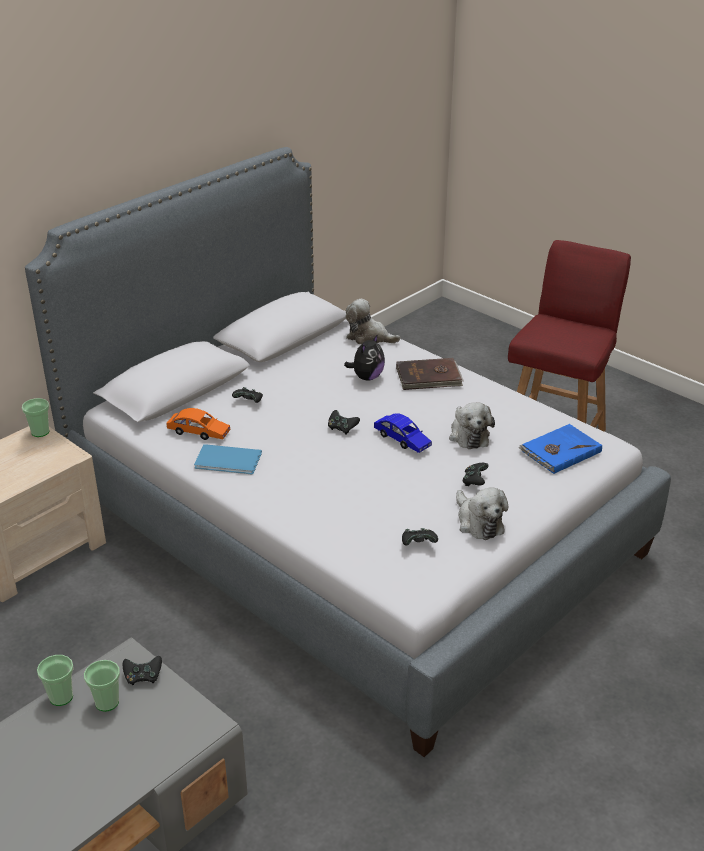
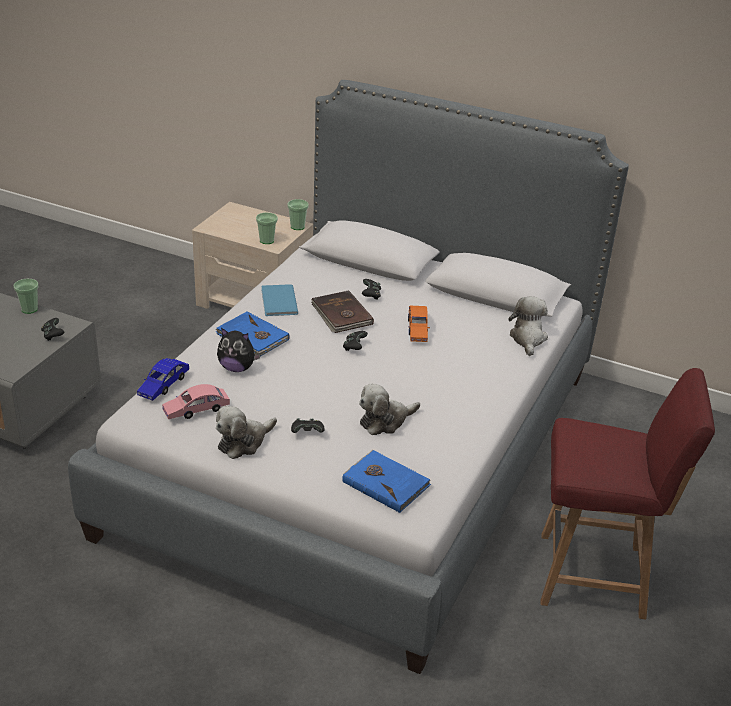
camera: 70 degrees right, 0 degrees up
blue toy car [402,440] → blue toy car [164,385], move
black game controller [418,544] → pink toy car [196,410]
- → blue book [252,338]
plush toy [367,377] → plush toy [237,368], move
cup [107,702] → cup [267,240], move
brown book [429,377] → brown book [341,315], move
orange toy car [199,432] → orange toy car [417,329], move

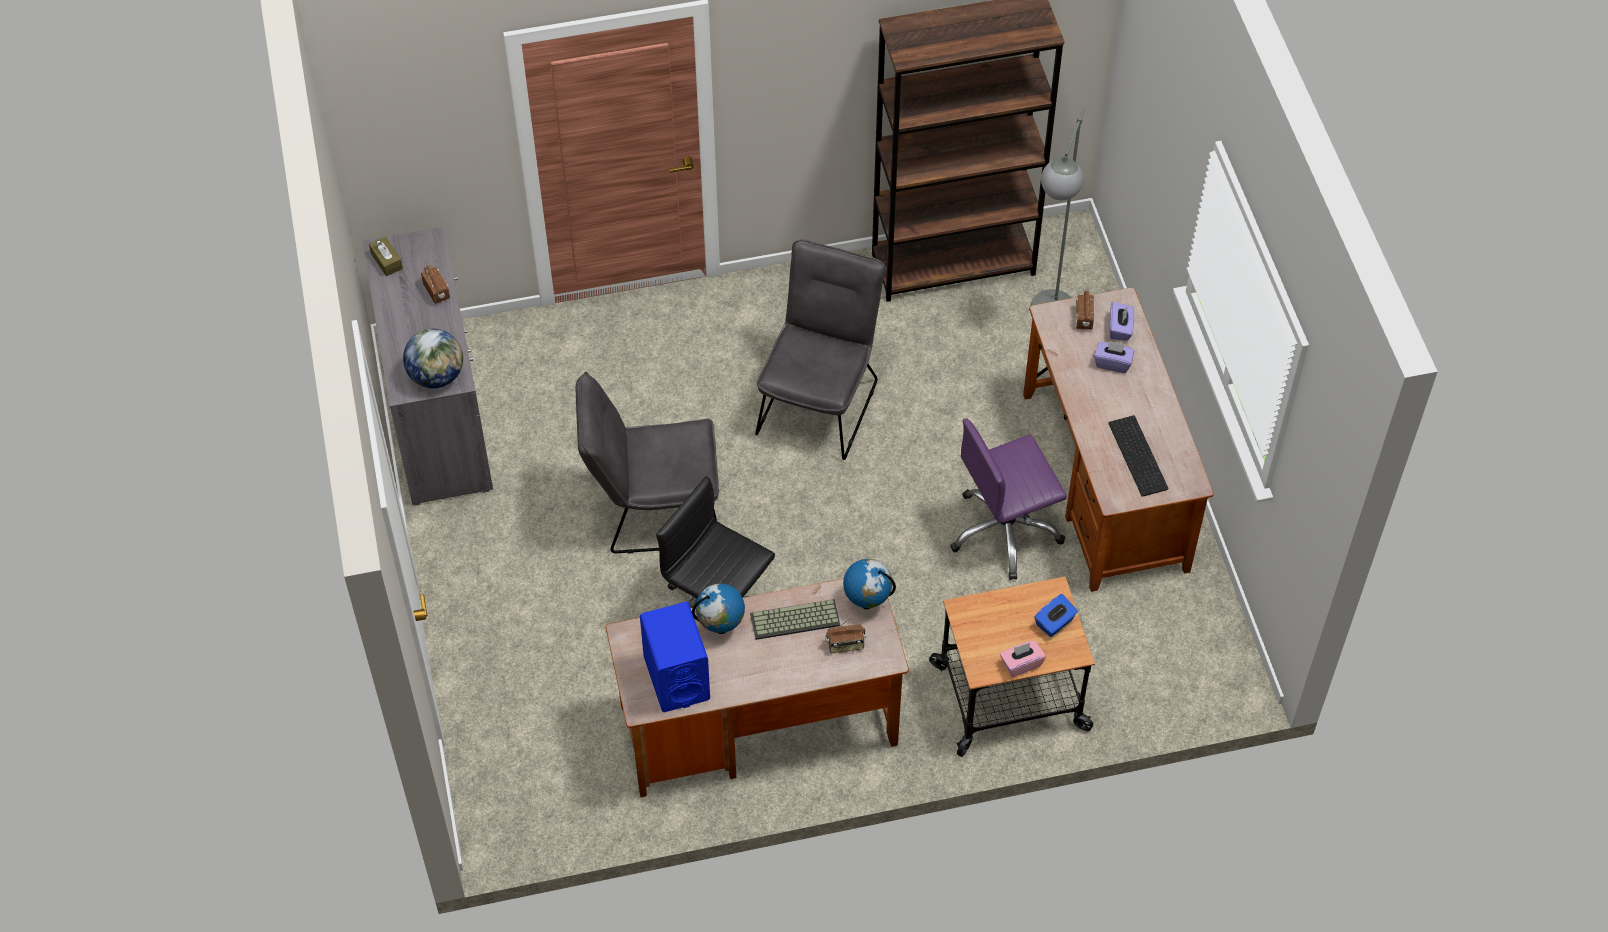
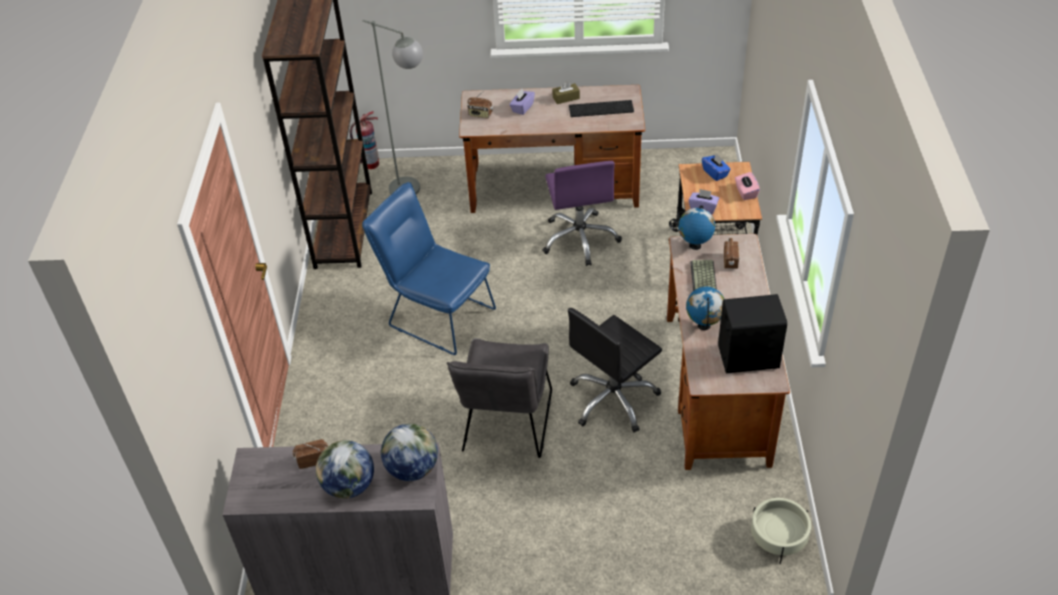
camera: 75 degrees left, 10 degrees down
- → globe [349,486]
- → fire extinguisher [370,164]
grey chair [820,400] → blue chair [436,315]
brown tissue box [386,261] → brown tissue box [566,98], move
purple tissue box [1120,329] → purple tissue box [703,208], move
blue speaker [676,678] → black speaker [747,357]
- → beige planter [778,538]

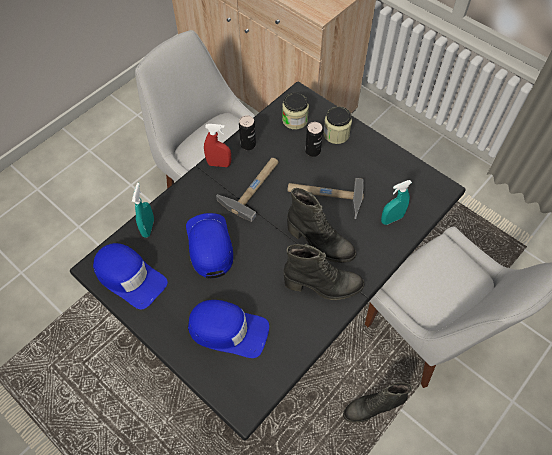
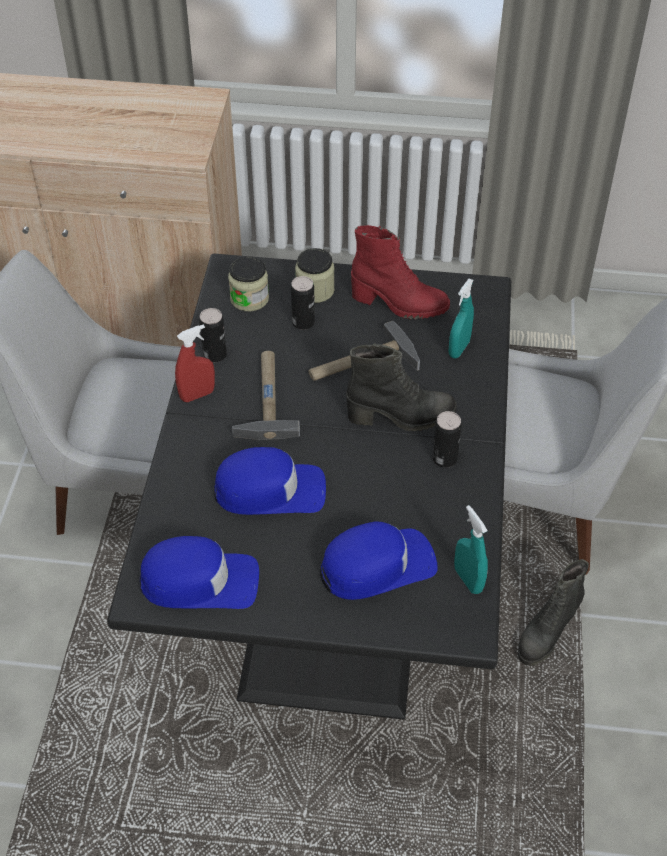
camera: 35 degrees left, 10 degrees down
blue cap [209,245] → blue cap [270,490], 135 degrees clockwise
- → red boot [399,304]
black boot [323,286] → can [444,458]
turquoise spray bottle [148,228] → turquoise spray bottle [468,580], move

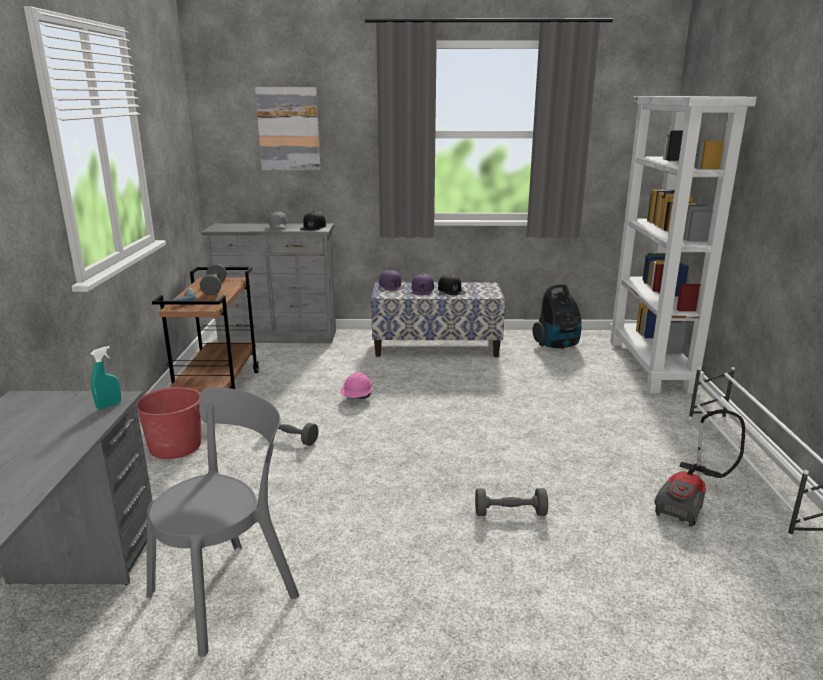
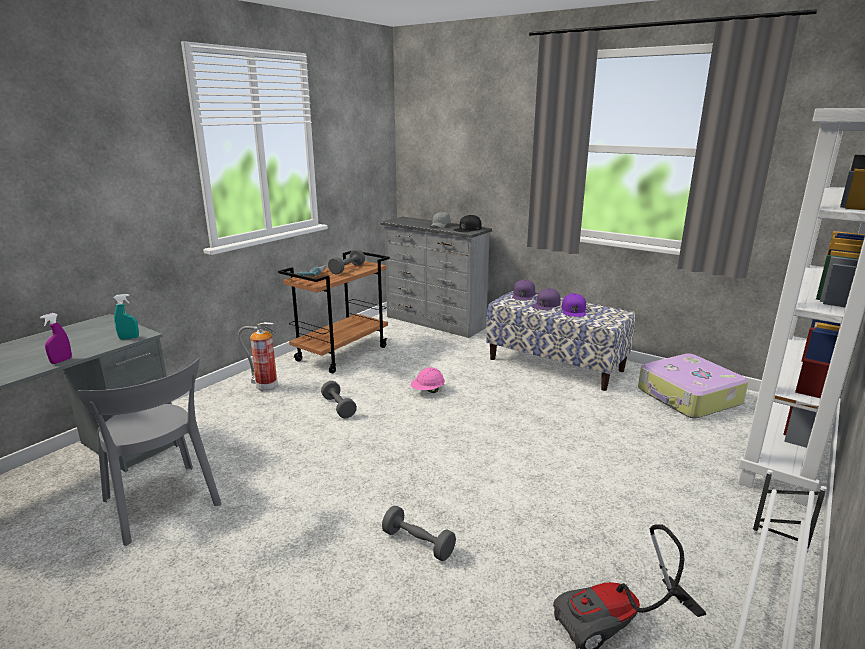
camera: 35 degrees right, 0 degrees up
- → purple spray bottle [61,361]
grey chair [229,591] → grey chair [163,505], 60 degrees clockwise
red bucket [176,446] → fire extinguisher [265,387]
black cap [451,290] → purple cap [573,310]
vacuum cleaner [557,345] → suitcase [688,397]
picture [289,129] → -

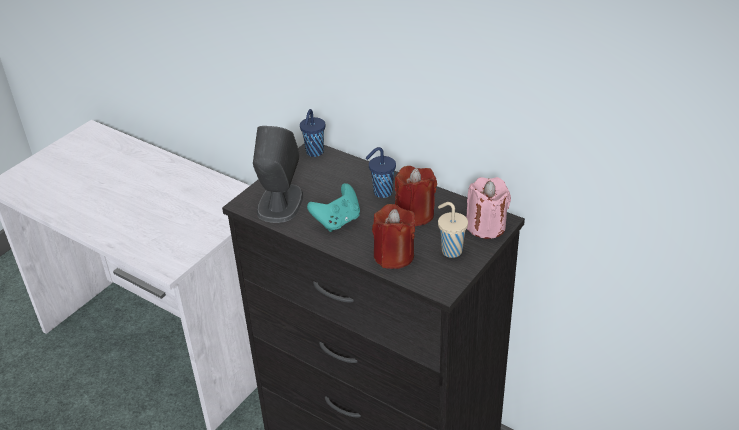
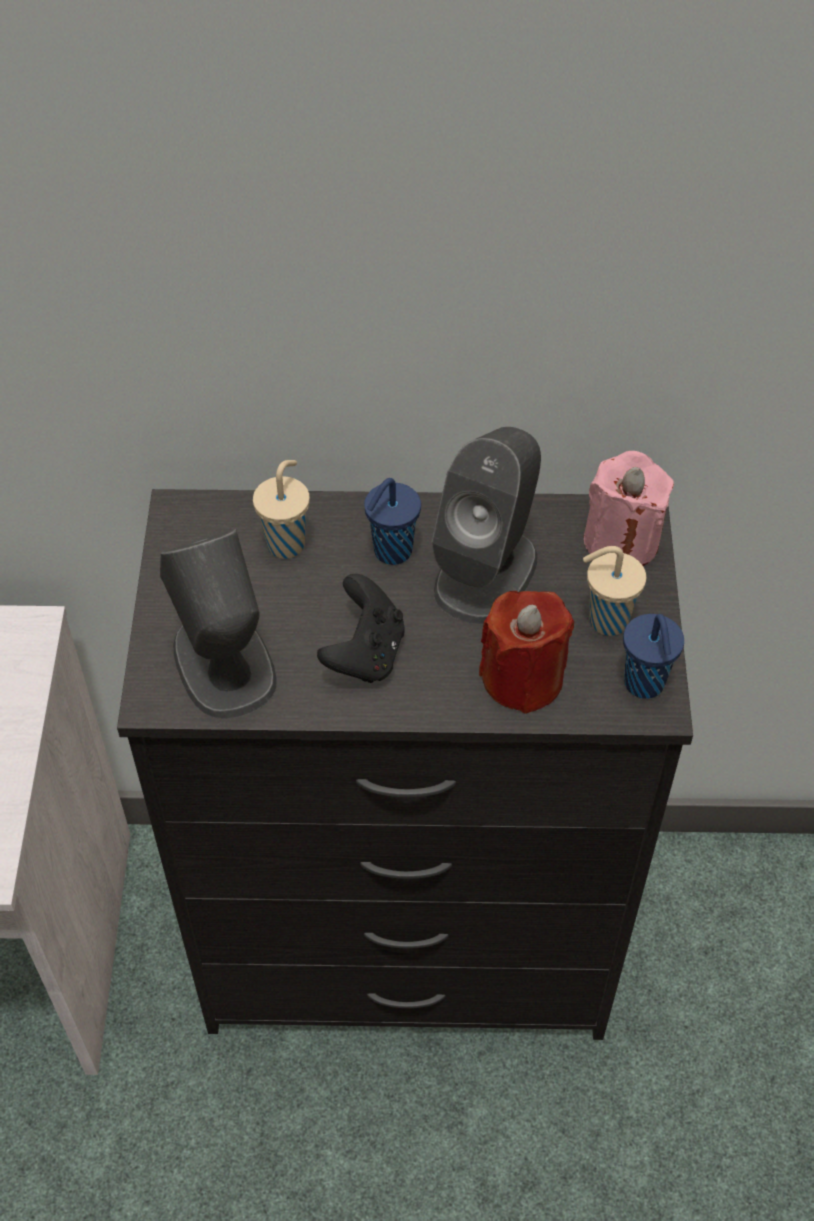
camera: 35 degrees left, 15 degrees up
- → beige cup [287,542]
turquoise game controller [337,221] → black game controller [365,653]
red candle [415,214] → grey speaker [486,572]
blue cup [314,153] → blue cup [645,685], move

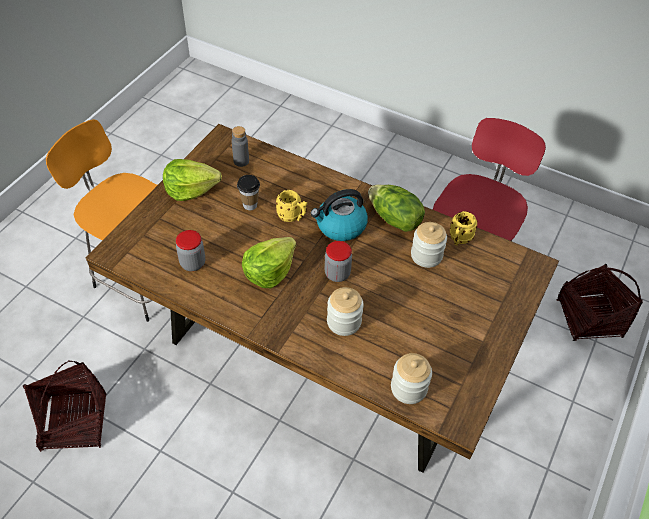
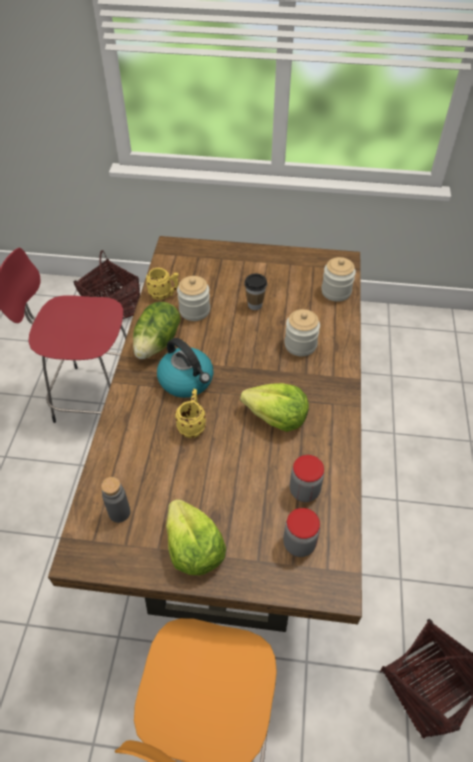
camera: 110 degrees left, 0 degrees up
cup [250,205] → cup [255,305], move
jar [337,274] → jar [299,543], move

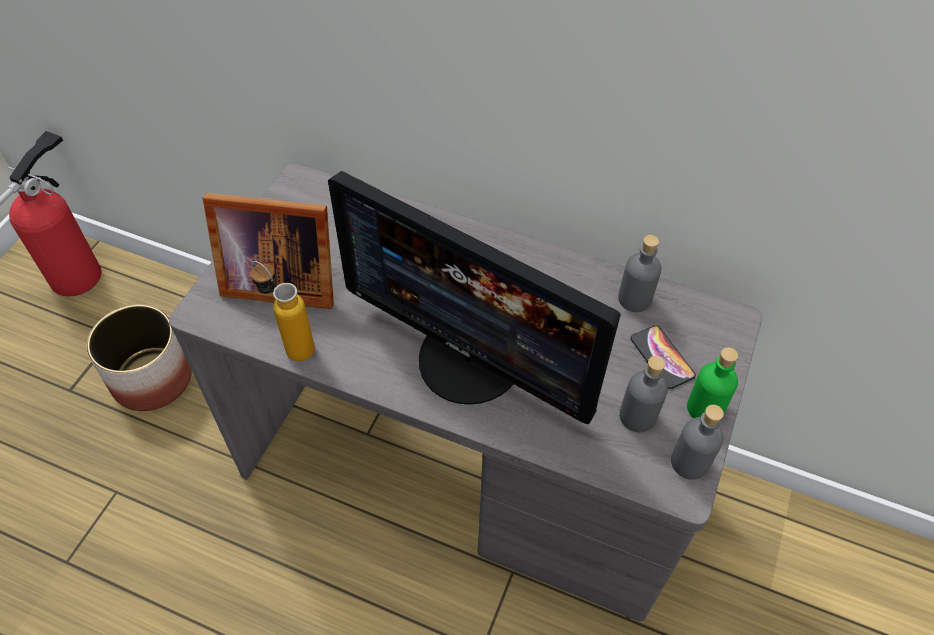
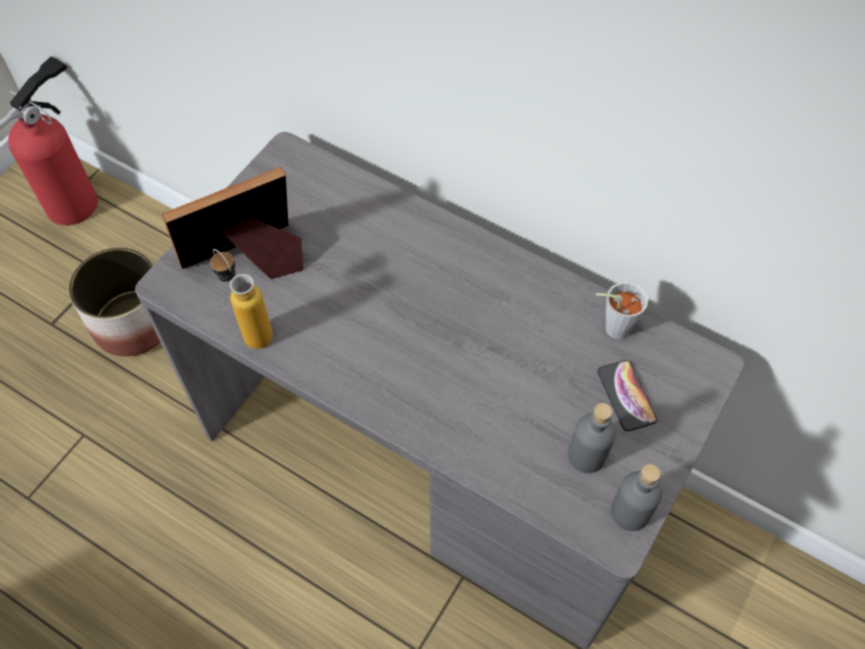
camera: 10 degrees right, 5 degrees up
picture frame [278,280] → picture frame [248,259], 135 degrees clockwise
grey bottle [634,299] → grey cup [611,328]
monitor [470,359] → -
green bottle [704,408] → -

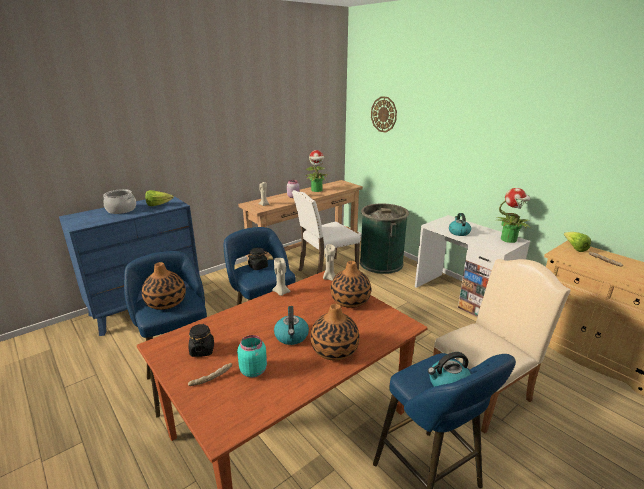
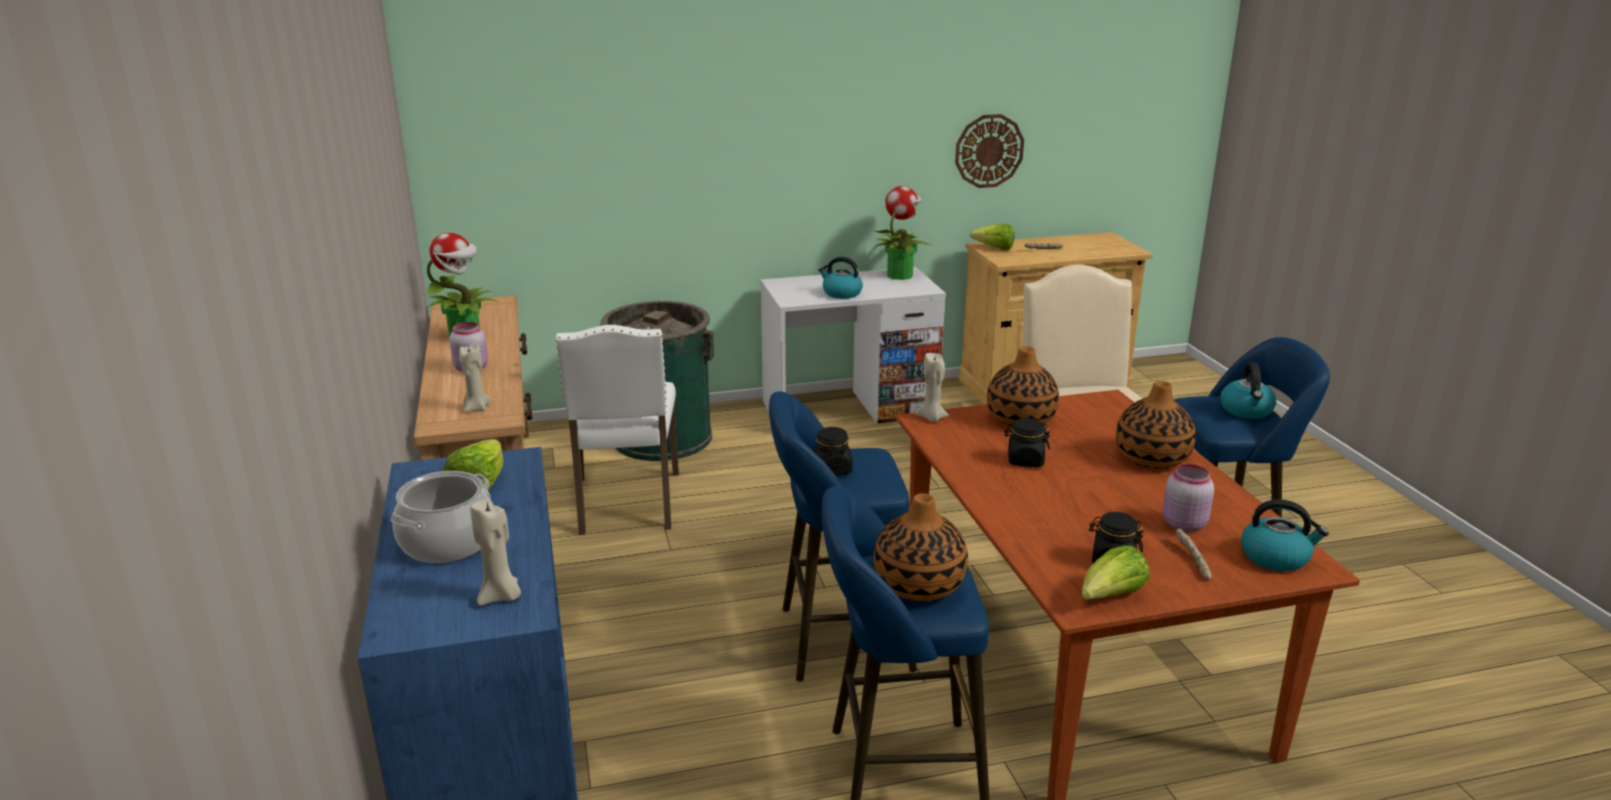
camera: 65 degrees left, 0 degrees up
beige candle [281,293] → beige candle [501,597], move
wall clock [384,114] → wall clock [989,151], move
- → black jar [1025,460]
- → lettuce [1111,597]
turquoise jar [253,370] → pink jar [1182,524]
kettle [291,337] → kettle [1276,557], move

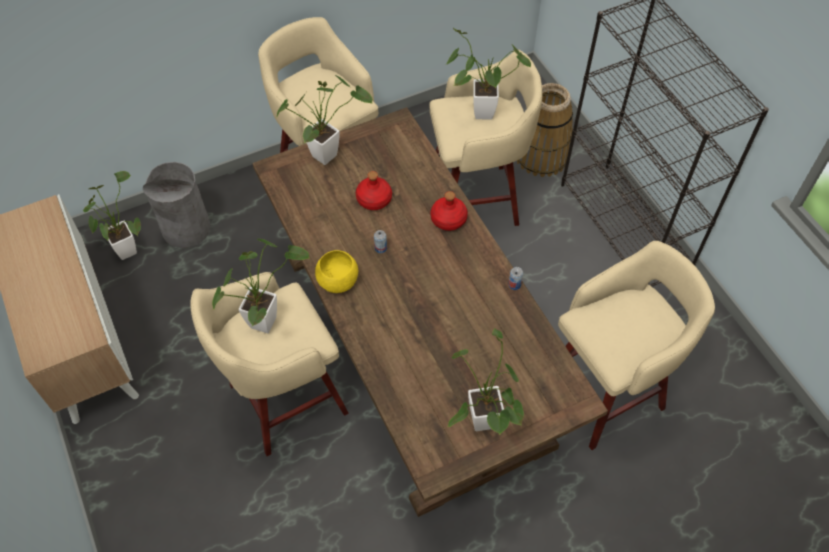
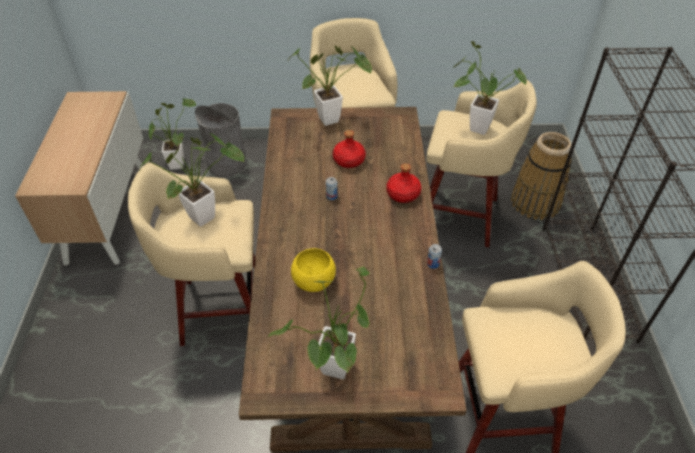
camera: 25 degrees right, 10 degrees down
yellow bowl [338,280] → yellow bowl [314,280], move

